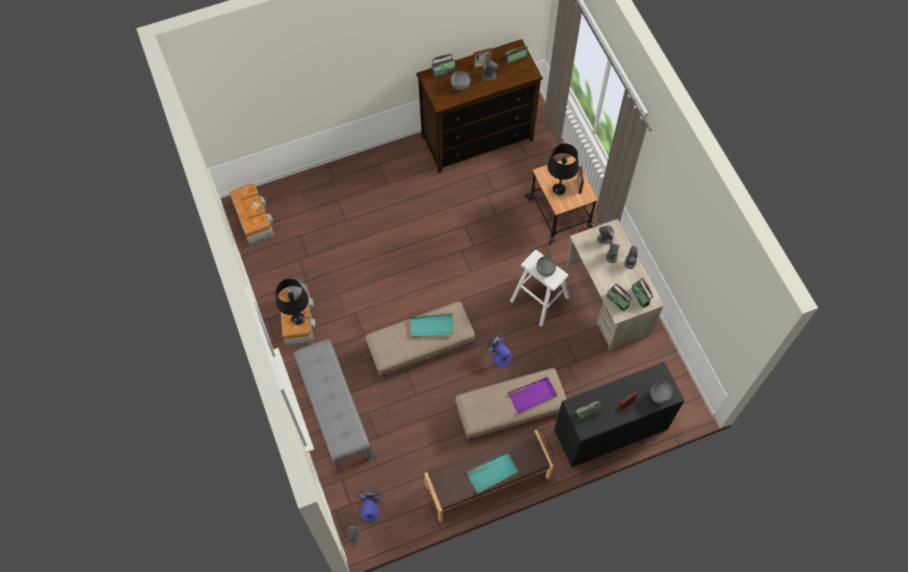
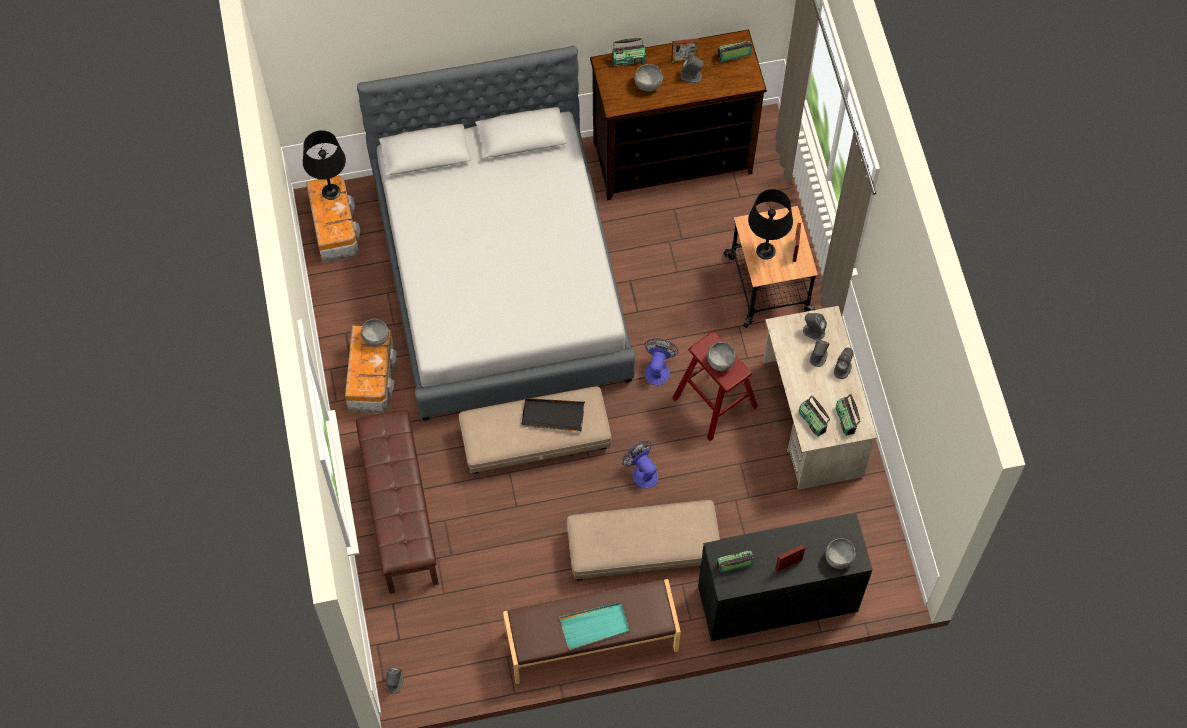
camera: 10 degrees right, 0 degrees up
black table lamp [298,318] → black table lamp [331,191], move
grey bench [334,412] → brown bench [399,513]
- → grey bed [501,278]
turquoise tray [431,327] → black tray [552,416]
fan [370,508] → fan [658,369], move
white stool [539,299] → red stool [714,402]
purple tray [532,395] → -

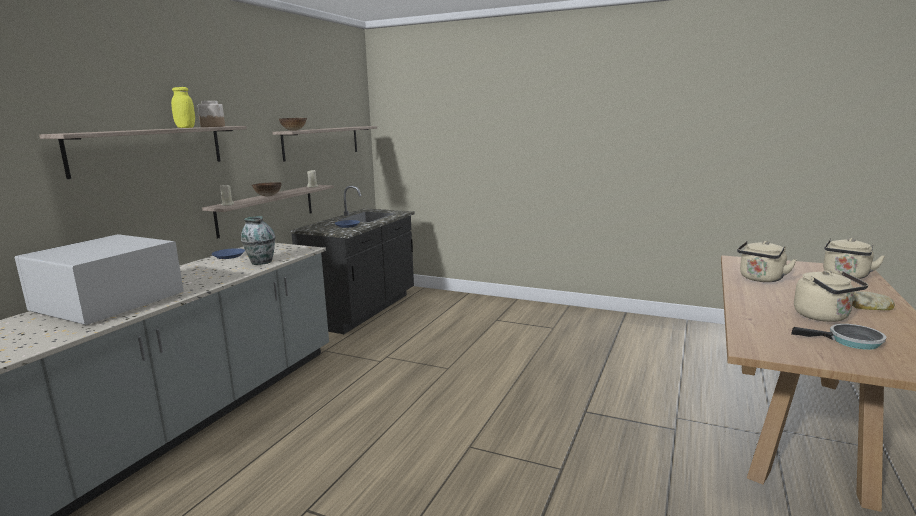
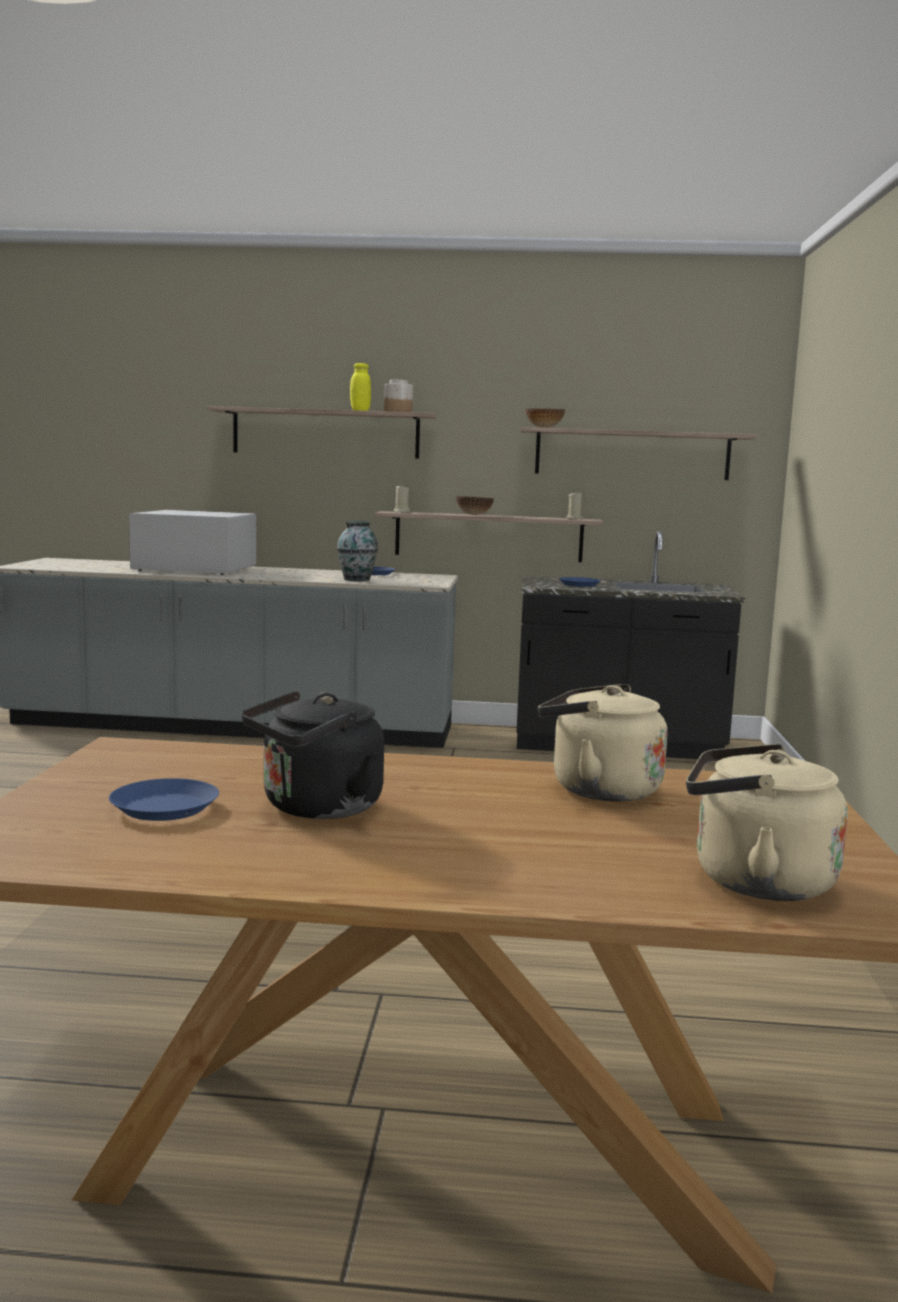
camera: 70 degrees right, 5 degrees down
frying pan [850,341] → blue plate [163,808]
beige kettle [824,317] → black kettle [316,809]
bread [869,307] → -

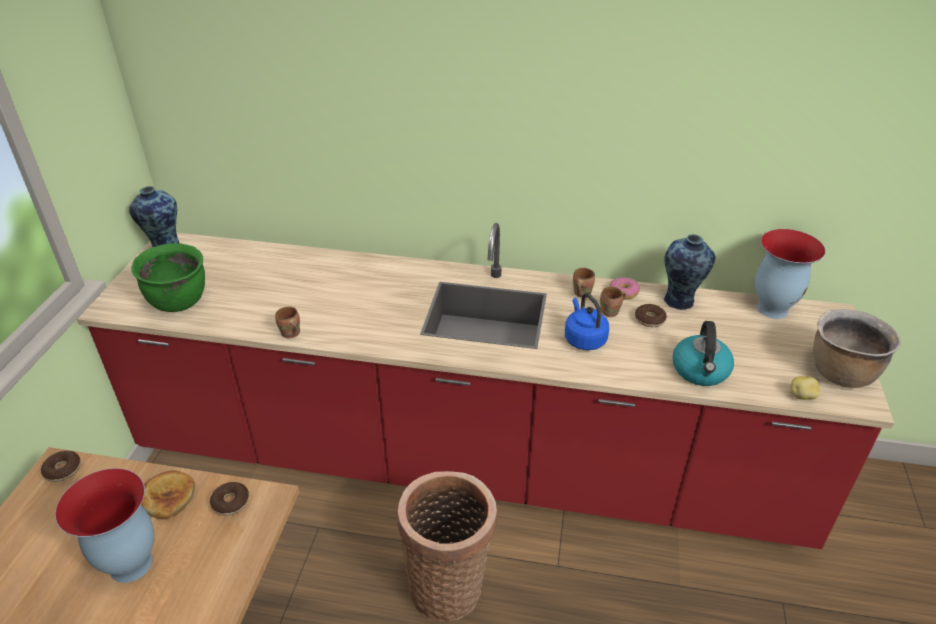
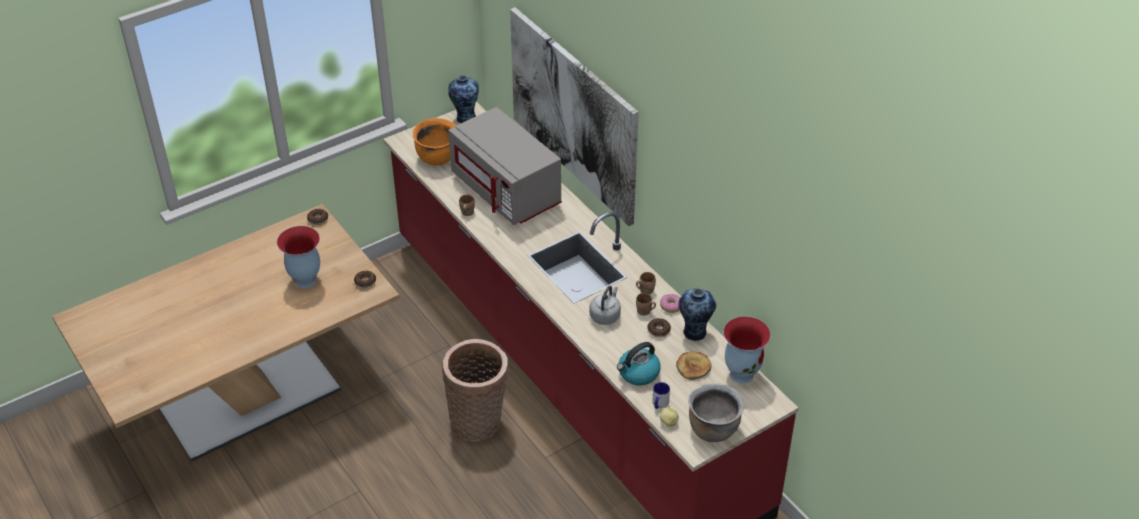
camera: 45 degrees right, 5 degrees up
green cooking pot [179,301] → orange cooking pot [437,158]
- → grey microwave [507,191]
- → picture [574,114]
blue kettle [584,339] → grey kettle [605,315]
- → mug [659,404]
bread [168,496] → bread [693,367], move

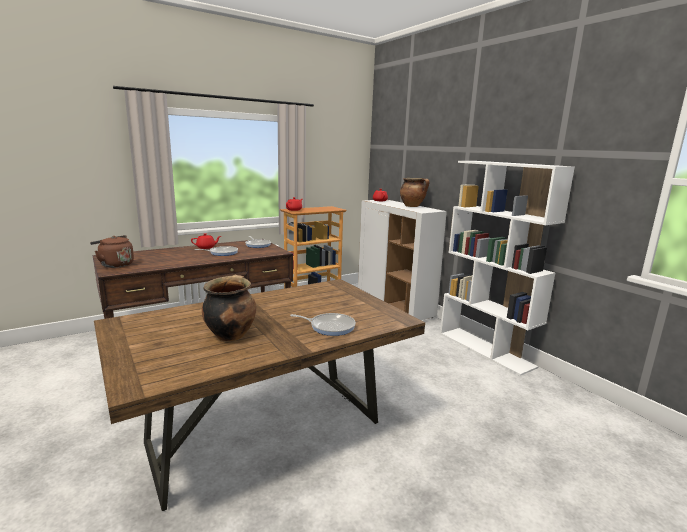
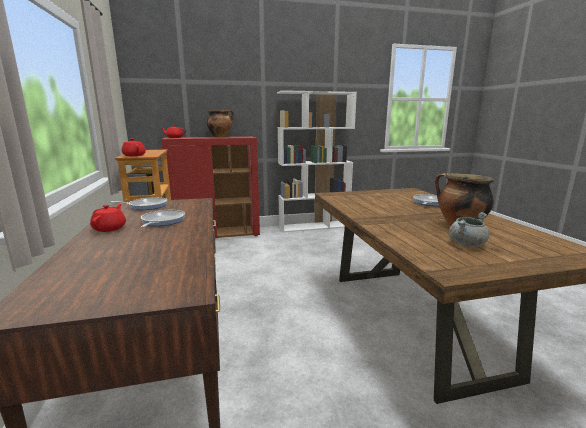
camera: 70 degrees left, 0 degrees up
white cabinet [395,306] → red cabinet [217,235]
- → grey cooking pot [466,244]
brown kettle [115,264] → -

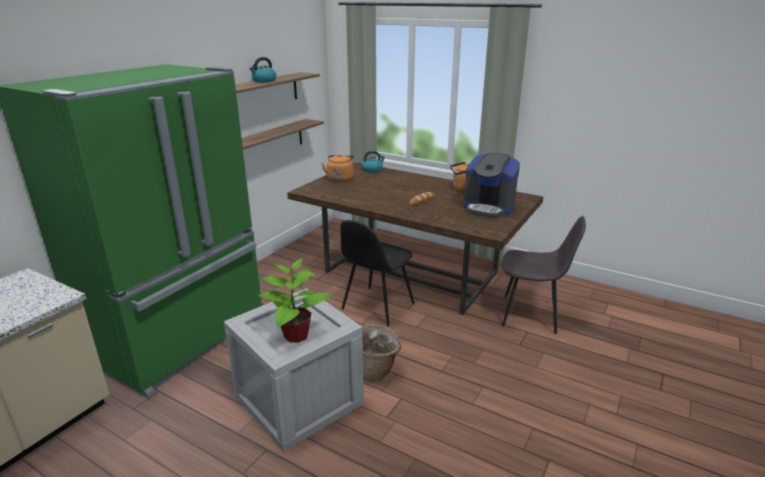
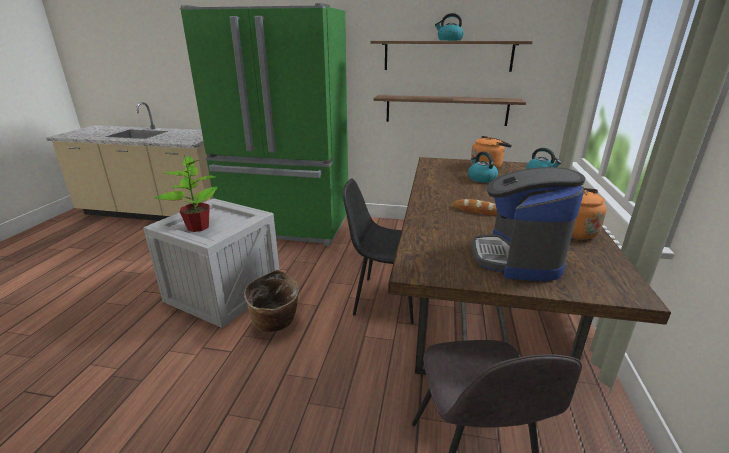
camera: 70 degrees right, 0 degrees up
- → kettle [481,178]

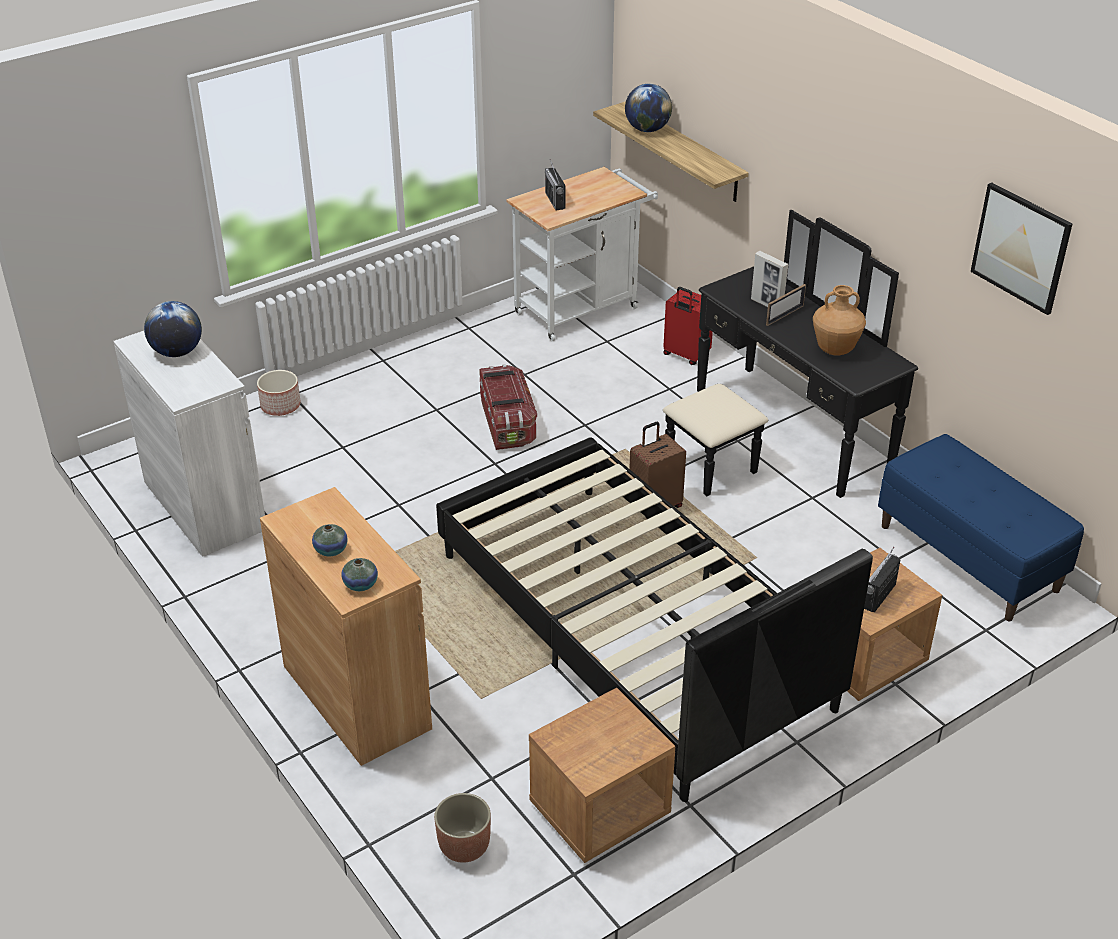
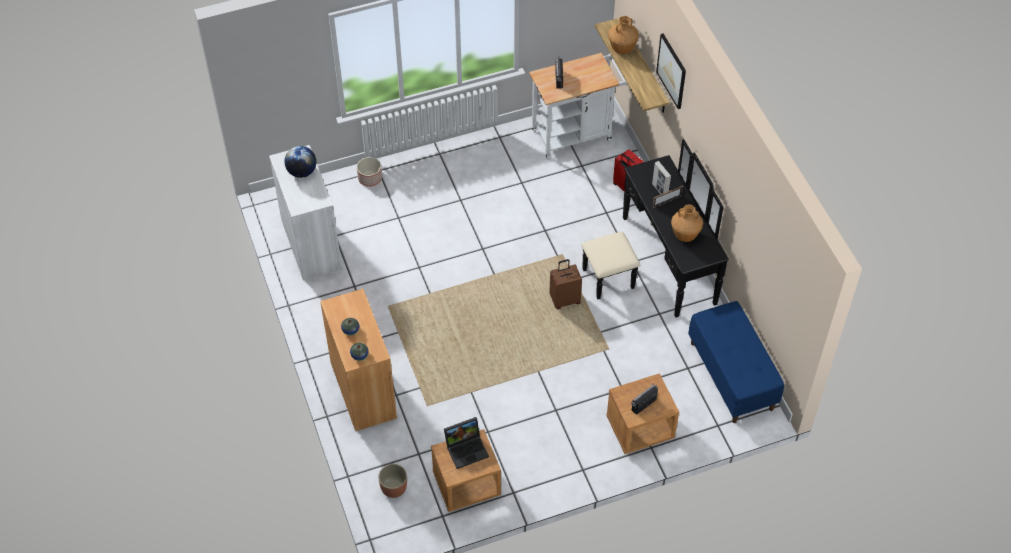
camera: 15 degrees right, 15 degrees up
- → laptop [467,448]
globe [647,129] → brown vase [622,49]
picture [1021,247] → picture [672,71], move
black bed [631,630] → -
storage box [507,423] → -

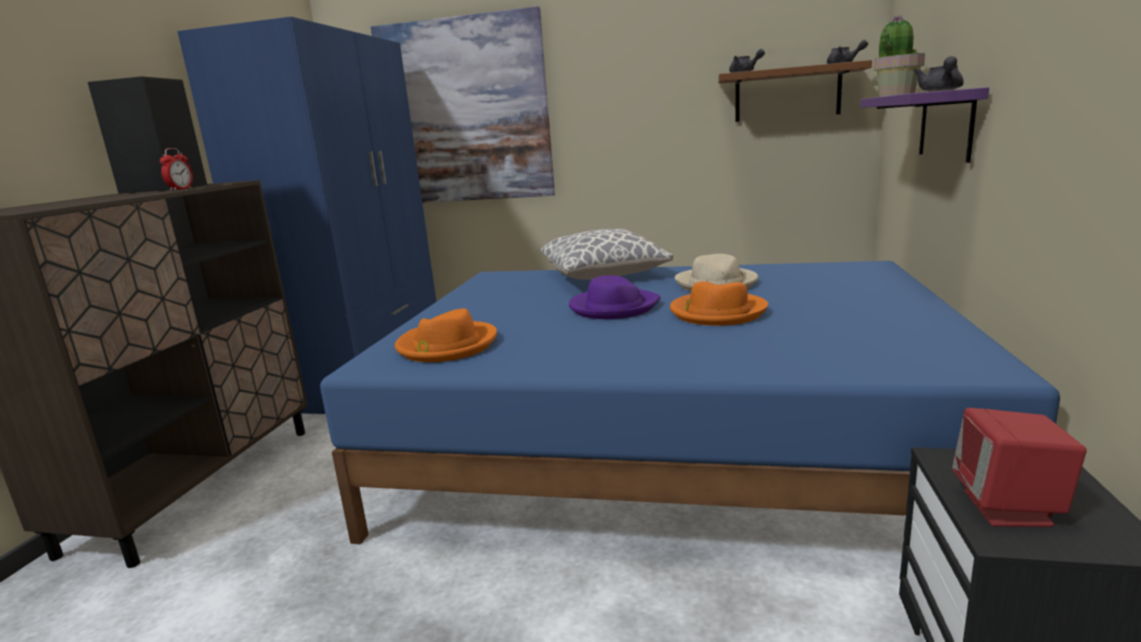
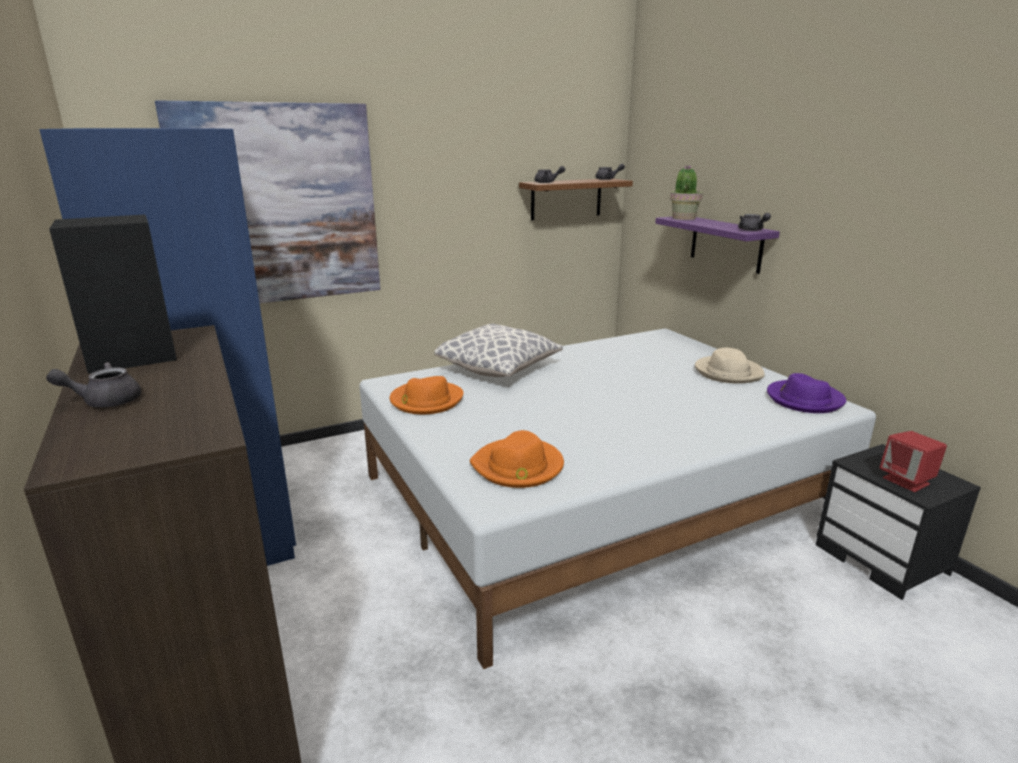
camera: 40 degrees left, 5 degrees up
- → grey teapot [105,401]
blue bed [667,445] → white bed [597,497]
orange hat [717,312] → orange hat [426,400], move
beige hat [716,284] → beige hat [728,372], move
purple hat [613,307] → purple hat [804,399], move
alarm clock [181,189] → -

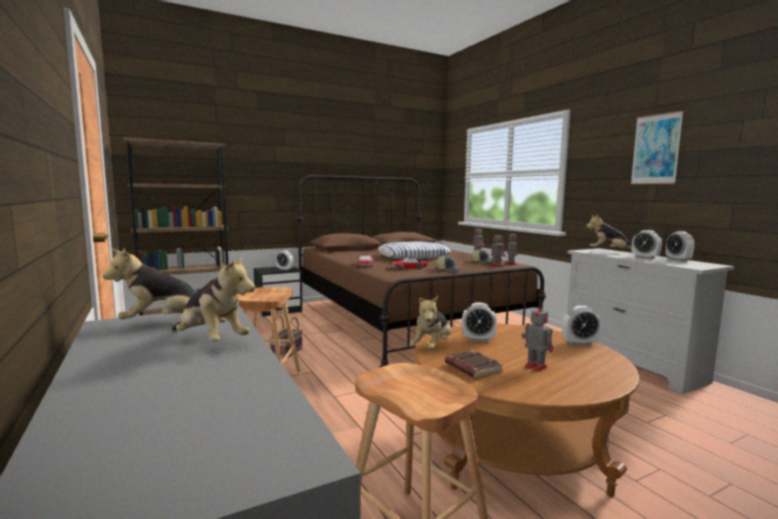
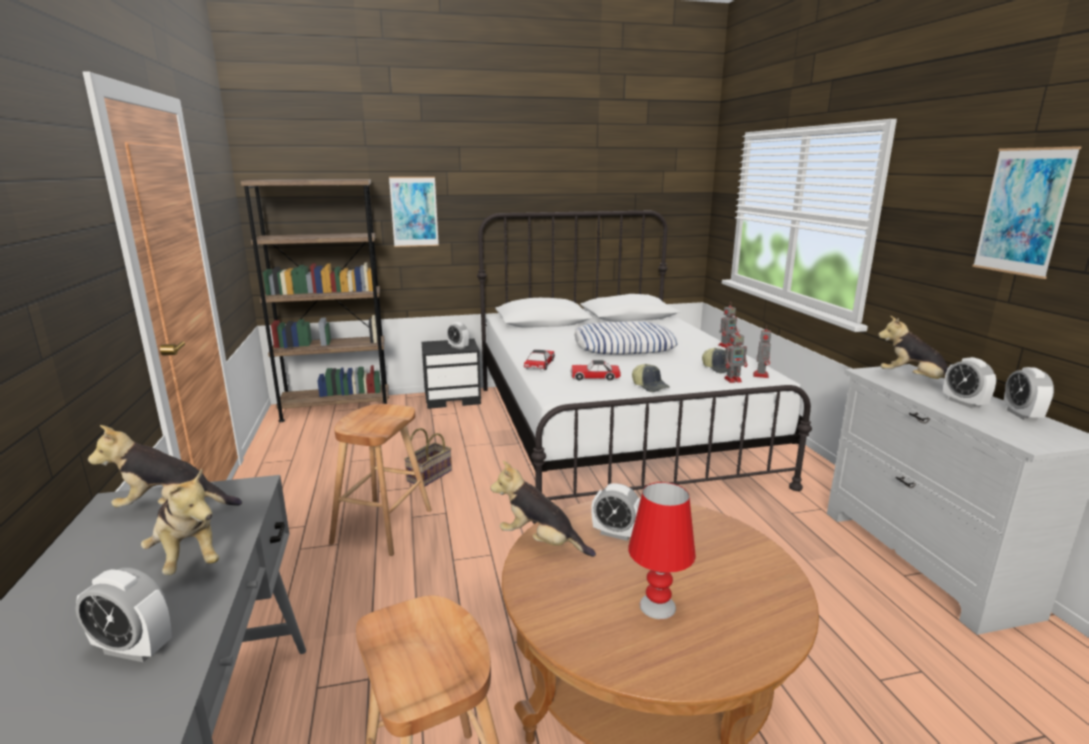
camera: 15 degrees right, 10 degrees up
alarm clock [579,343] → alarm clock [133,649], move
- → picture [414,212]
brown bed [405,319] → white bed [612,430]
plush toy [432,347] → plush toy [541,542], 75 degrees clockwise
toy robot [534,367] → red table lamp [657,606]
brown book [472,368] → -

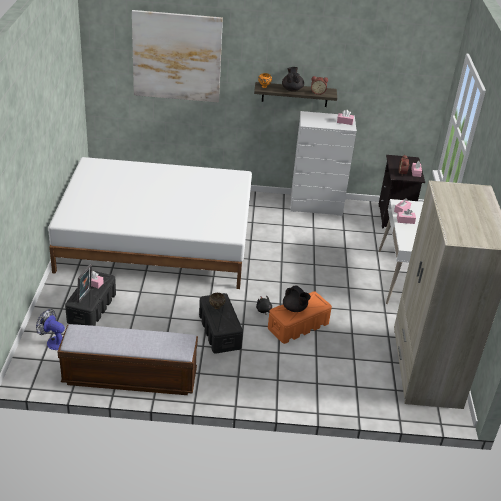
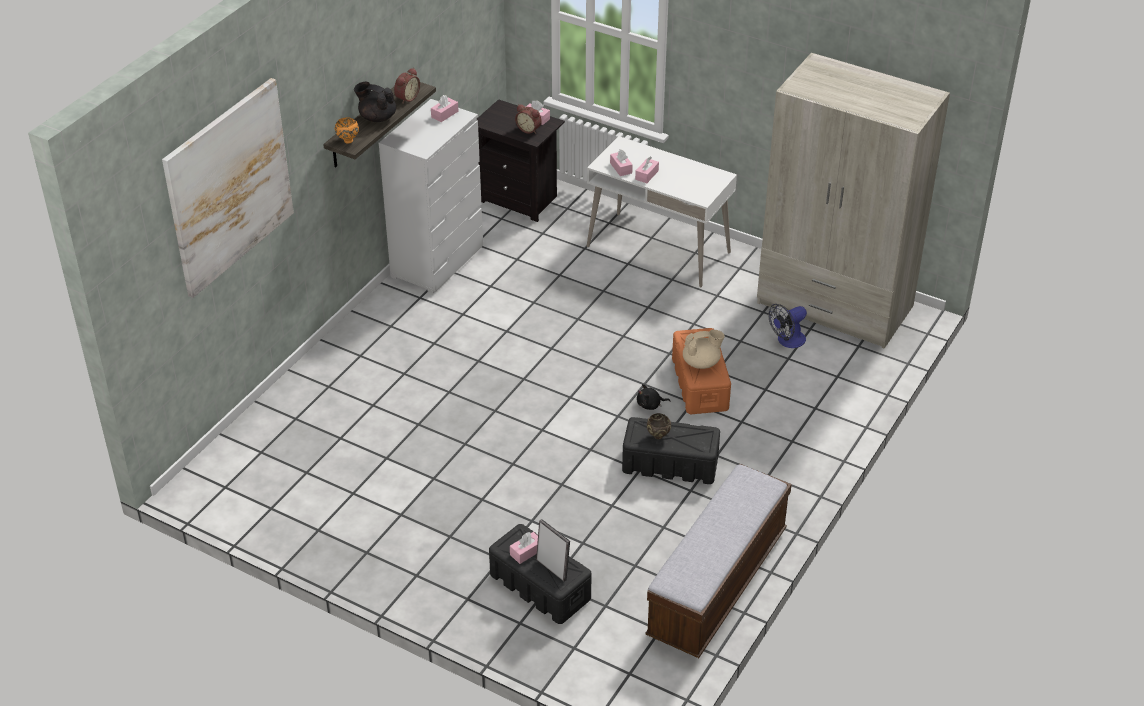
camera: 60 degrees left, 5 degrees up
black teapot [295,308] → beige teapot [702,362]
fan [54,341] → fan [787,341], move
white bed [156,240] → -

